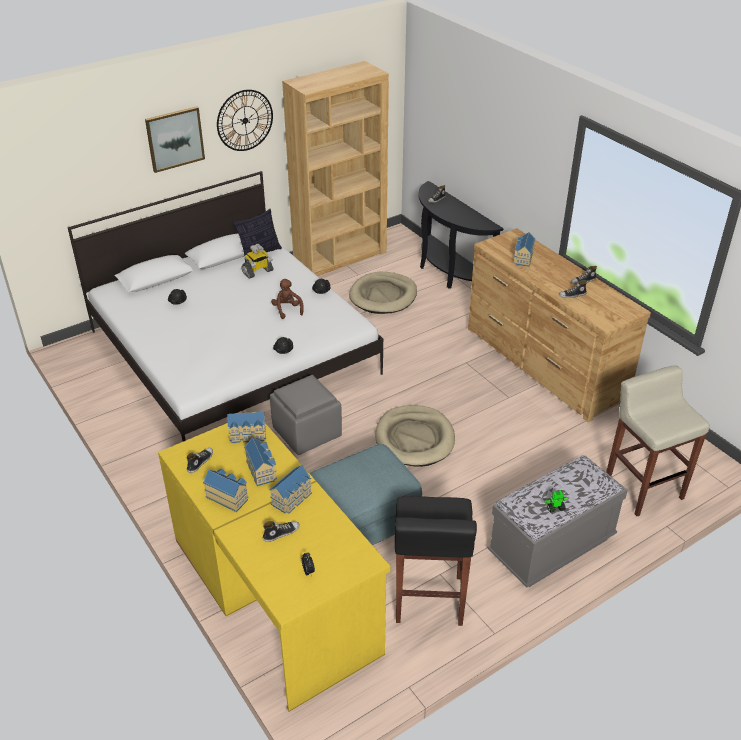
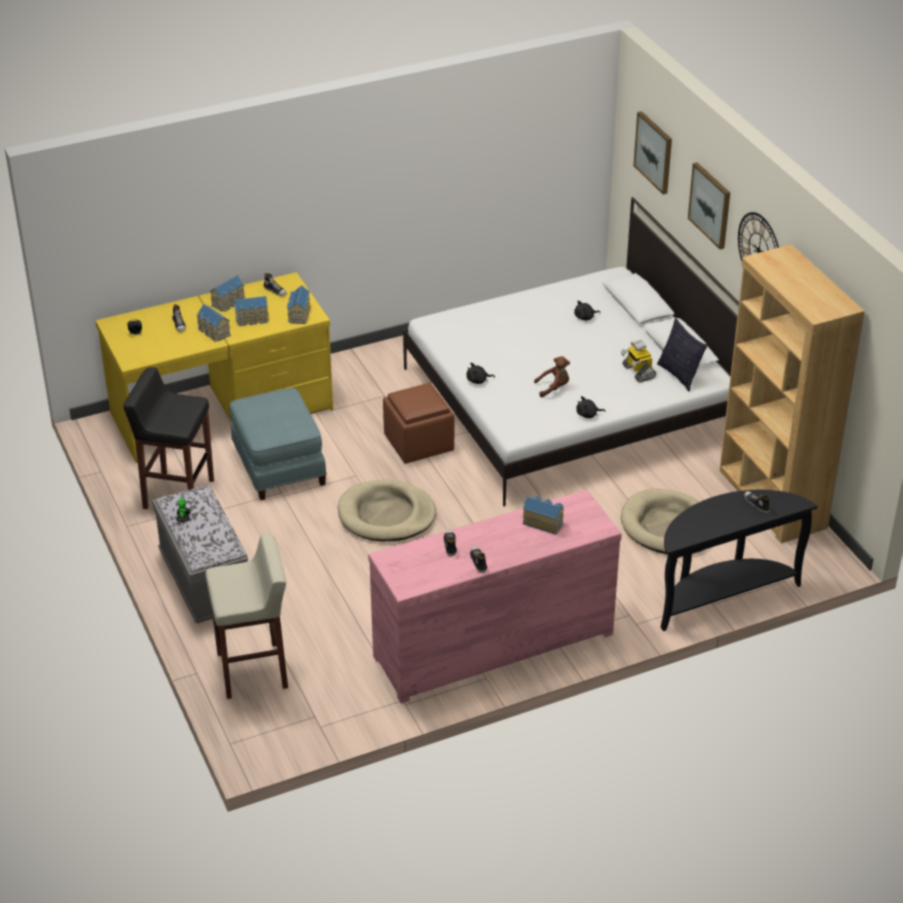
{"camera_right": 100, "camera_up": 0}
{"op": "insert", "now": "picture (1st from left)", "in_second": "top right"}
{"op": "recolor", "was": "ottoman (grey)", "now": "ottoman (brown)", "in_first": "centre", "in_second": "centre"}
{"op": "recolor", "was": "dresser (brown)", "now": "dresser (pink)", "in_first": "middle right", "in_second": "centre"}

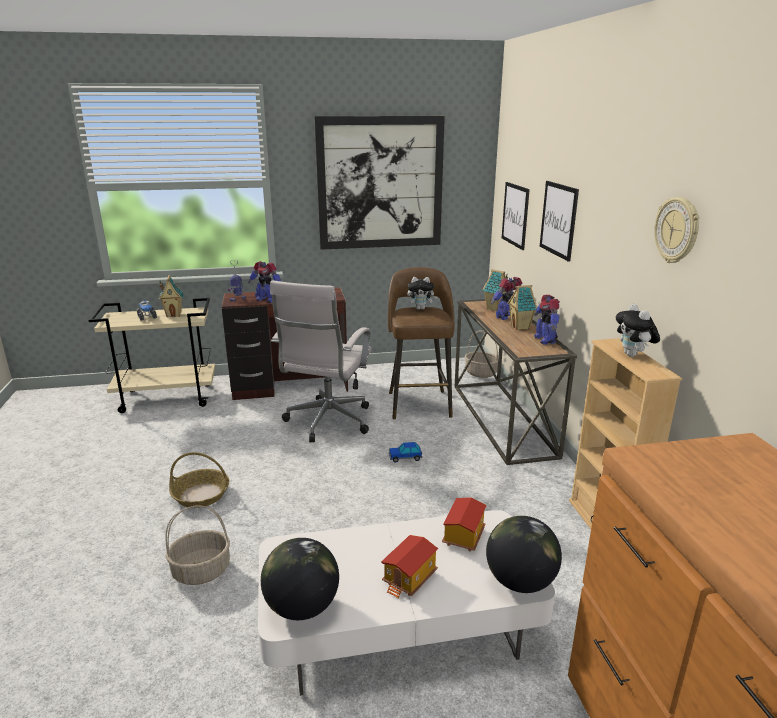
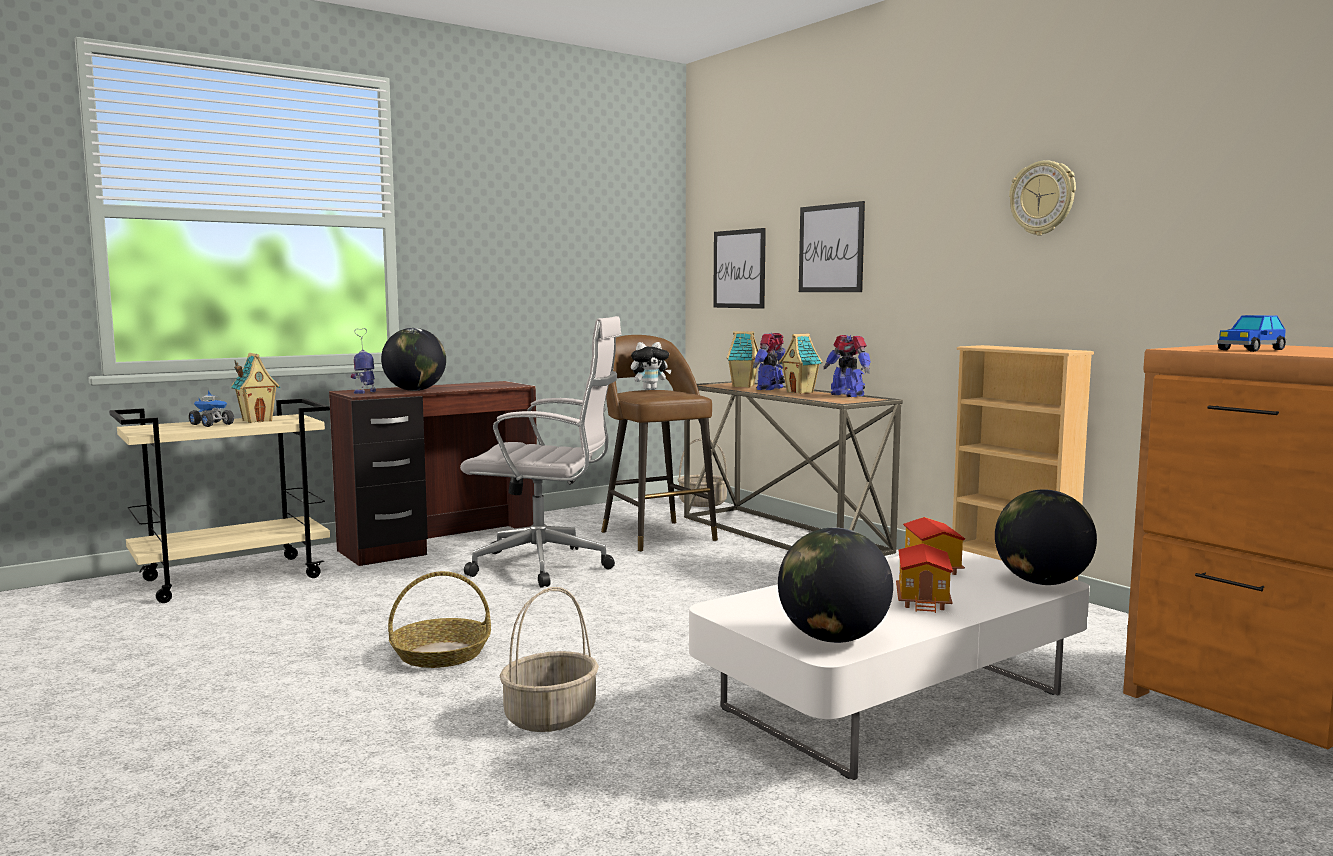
{"camera_right": -25, "camera_up": -15}
{"op": "delete", "was": "picture (1st from left)", "in_first": "top centre"}
{"op": "delete", "was": "plush toy (2nd from left)", "in_first": "middle right"}
{"op": "move", "was": "toy car", "in_first": "centre", "in_second": "middle right"}
{"op": "replace", "was": "toy robot (2nd from left)", "now": "globe (1st from left)", "in_first": "centre", "in_second": "middle left"}
{"op": "rotate", "was": "office chair (white)", "in_first": "centre", "in_second": "centre", "clockwise": -75}

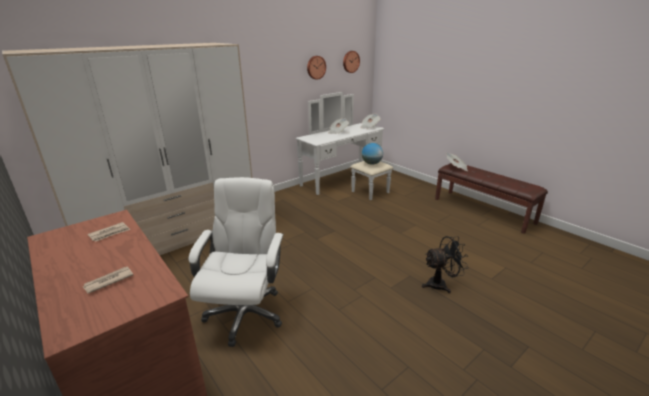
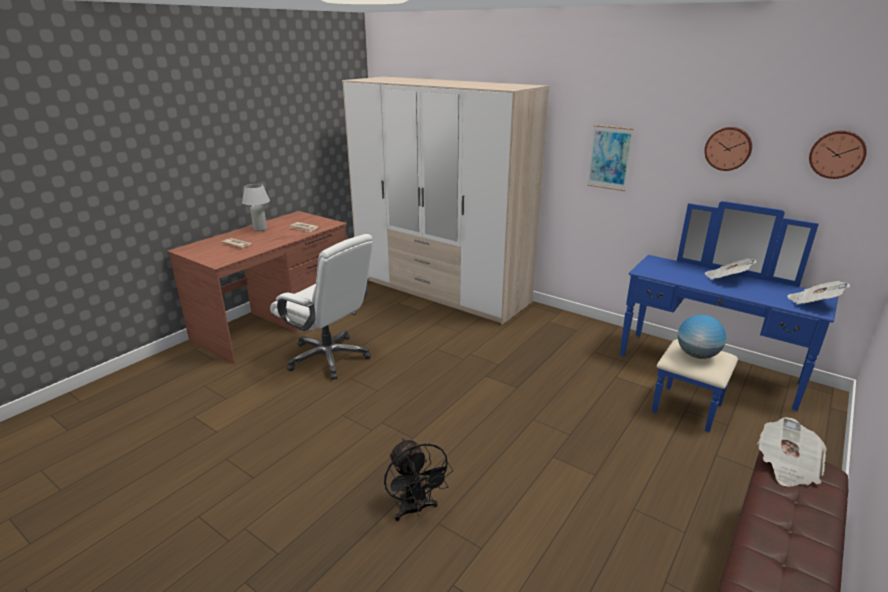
{"camera_right": 75, "camera_up": 0}
{"op": "insert", "now": "table lamp (white)", "in_second": "middle left"}
{"op": "insert", "now": "picture", "in_second": "top right"}
{"op": "recolor", "was": "dresser (white)", "now": "dresser (blue)", "in_first": "centre", "in_second": "middle right"}
{"op": "rotate", "was": "office chair (white)", "in_first": "centre", "in_second": "centre", "clockwise": 45}

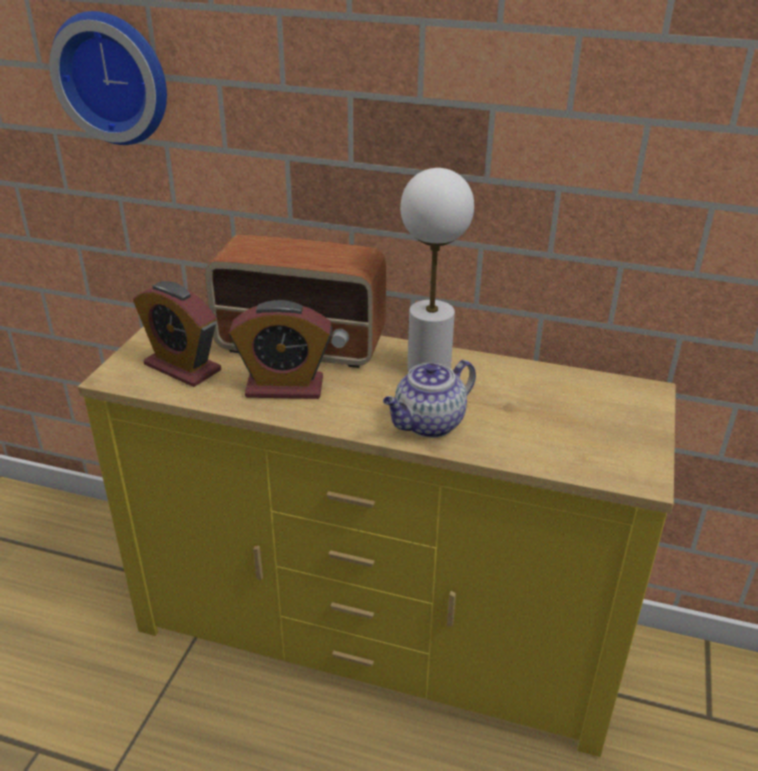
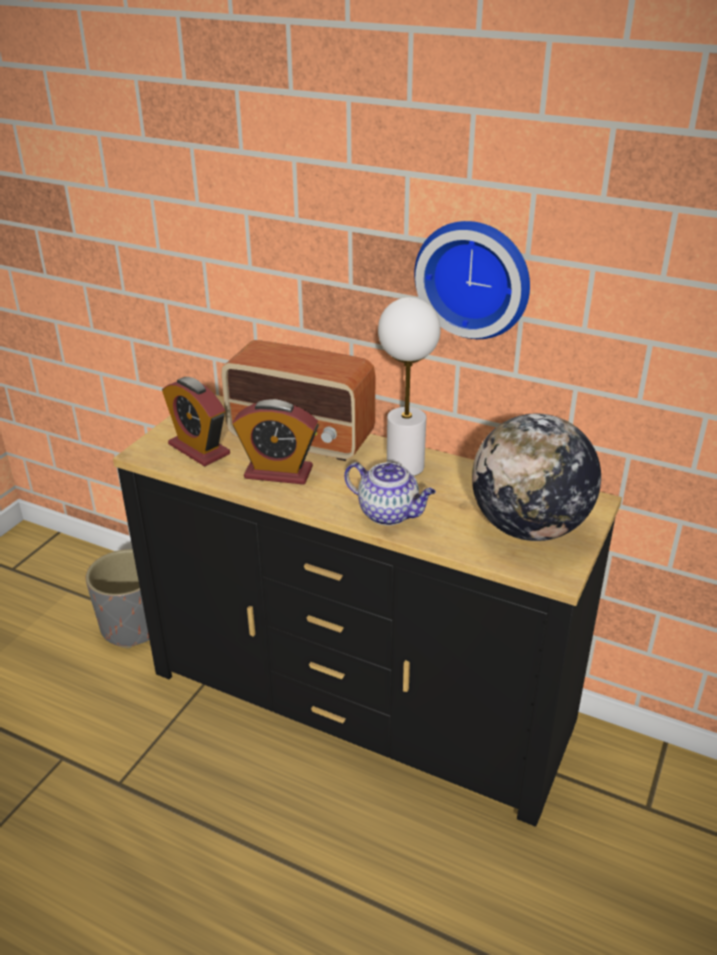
{"camera_right": 10, "camera_up": 0}
{"op": "insert", "now": "planter (grey)", "in_second": "middle left"}
{"op": "insert", "now": "globe", "in_second": "middle right"}
{"op": "move", "was": "wall clock", "in_first": "top left", "in_second": "top centre"}
{"op": "recolor", "was": "dresser (yellow)", "now": "dresser (black)", "in_first": "bottom centre", "in_second": "centre"}
{"op": "rotate", "was": "teapot", "in_first": "centre", "in_second": "centre", "clockwise": -120}

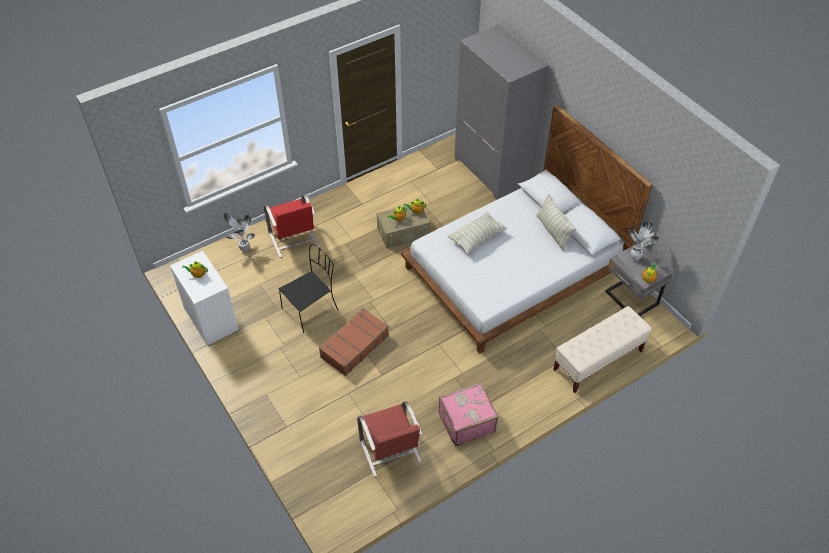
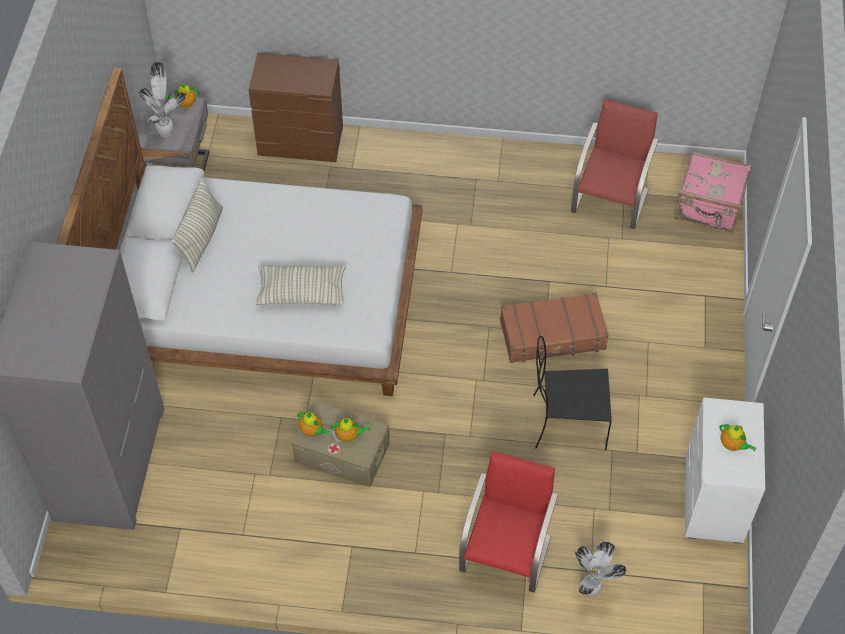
{"camera_right": -140, "camera_up": 5}
{"op": "move", "was": "suitcase (pink)", "in_first": "bottom centre", "in_second": "top right"}
{"op": "replace", "was": "bench (beige)", "now": "dresser (brown)", "in_first": "middle right", "in_second": "top centre"}

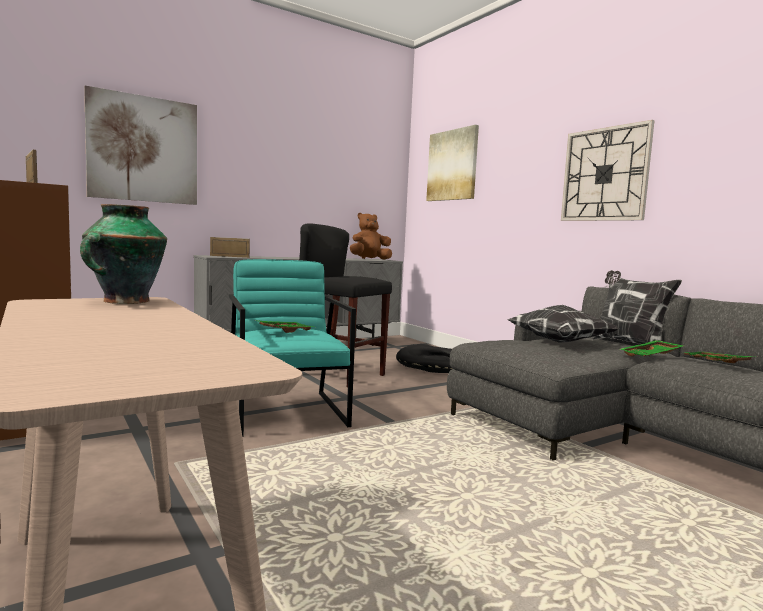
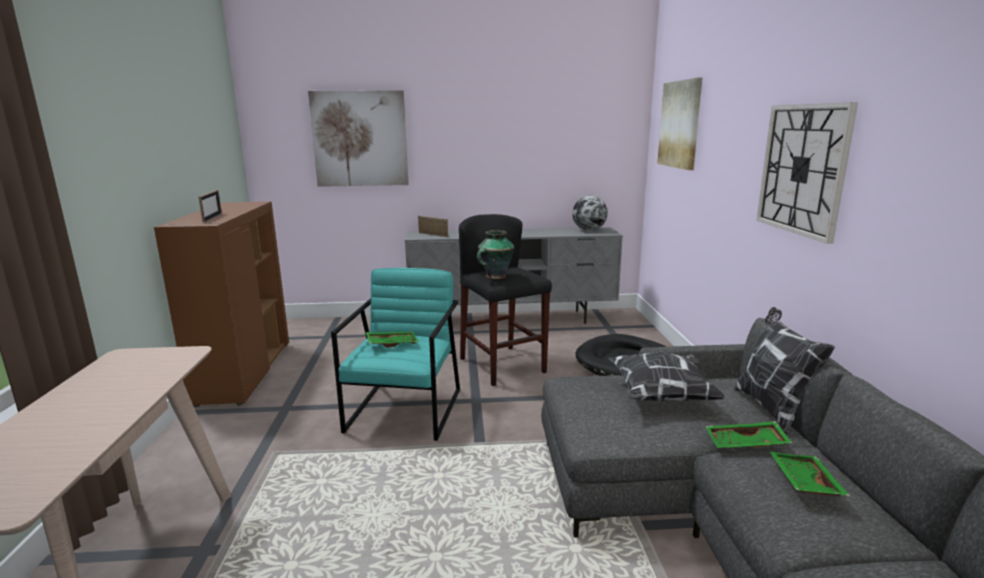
{"camera_right": 30, "camera_up": 10}
{"op": "move", "was": "vase", "in_first": "middle left", "in_second": "centre"}
{"op": "replace", "was": "plush toy (brown)", "now": "globe", "in_first": "centre", "in_second": "centre"}

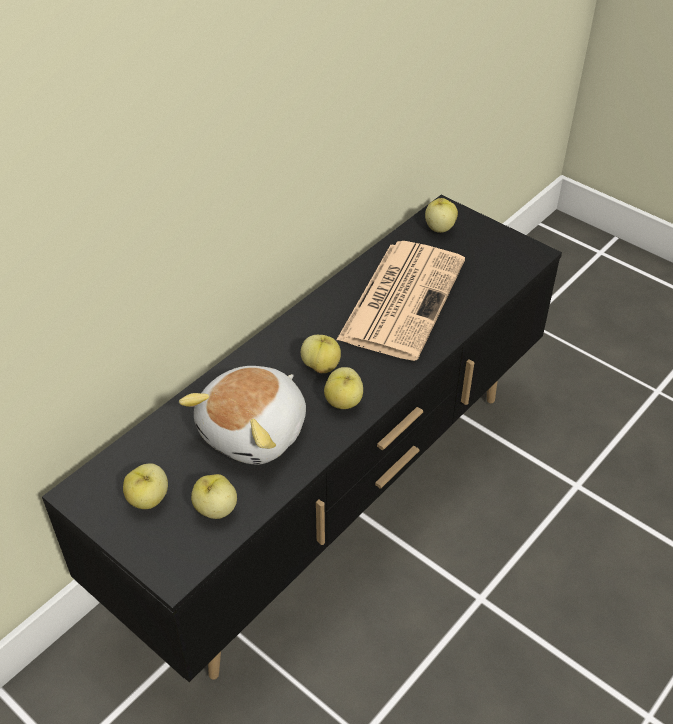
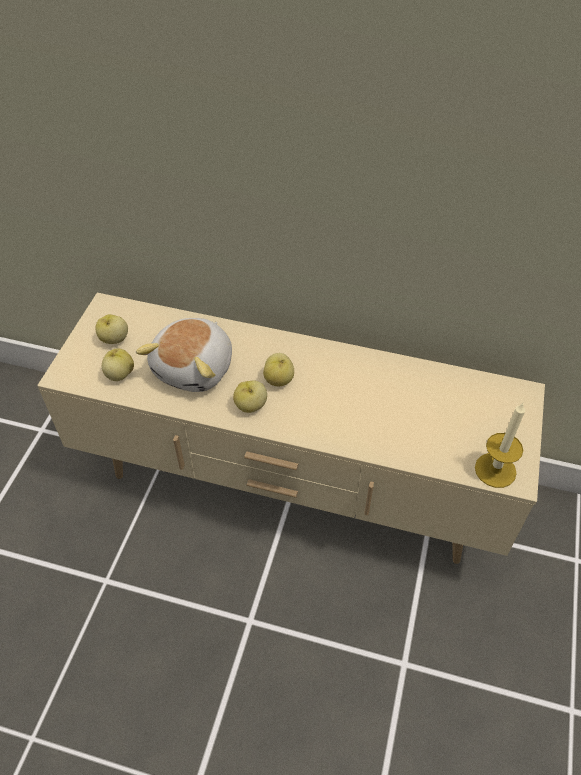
{"camera_right": 65, "camera_up": 5}
{"op": "delete", "was": "newspaper", "in_first": "centre"}
{"op": "delete", "was": "apple (5th from left)", "in_first": "top centre"}
{"op": "insert", "now": "candle", "in_second": "middle right"}
{"op": "recolor", "was": "tv stand (black)", "now": "tv stand (beige)", "in_first": "centre", "in_second": "centre"}
{"op": "rotate", "was": "plush toy", "in_first": "centre", "in_second": "middle left", "clockwise": -75}

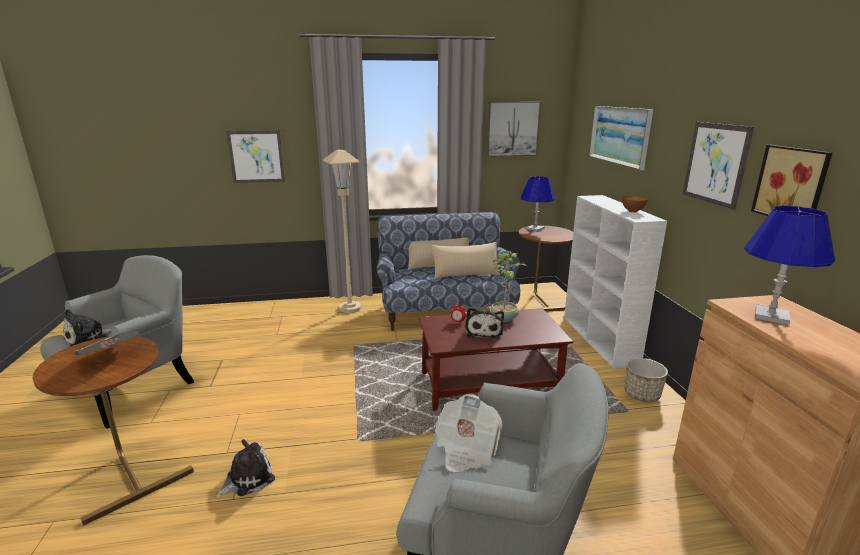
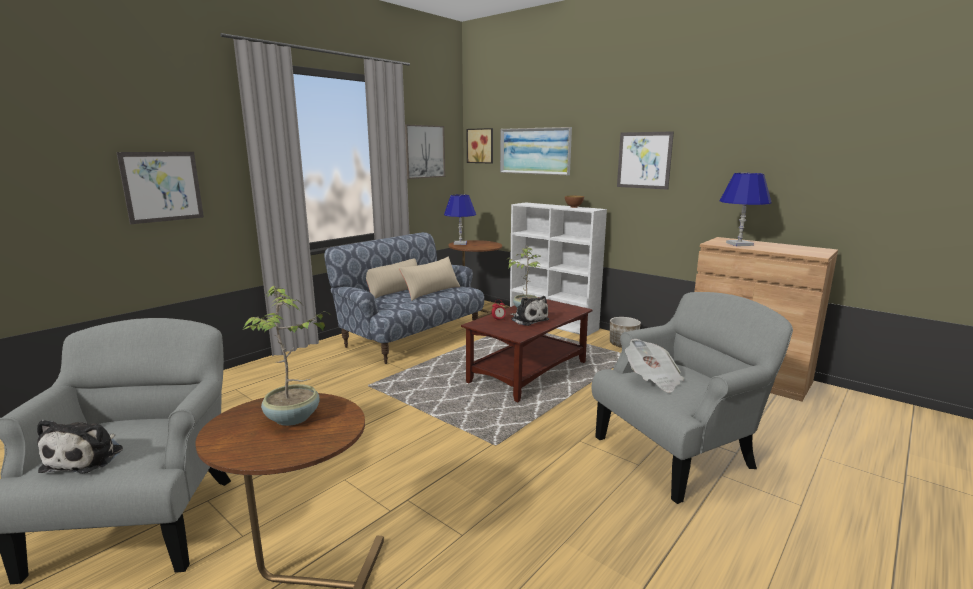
{"camera_right": -40, "camera_up": -5}
{"op": "delete", "was": "plush toy (2nd from left)", "in_first": "bottom left"}
{"op": "delete", "was": "floor lamp (beige)", "in_first": "centre"}
{"op": "move", "was": "picture (5th from left in the first image)", "now": "picture (3rd from left)", "in_first": "top right", "in_second": "top centre"}
{"op": "replace", "was": "newspaper (1st from left)", "now": "potted plant (1st from left)", "in_first": "middle left", "in_second": "middle left"}

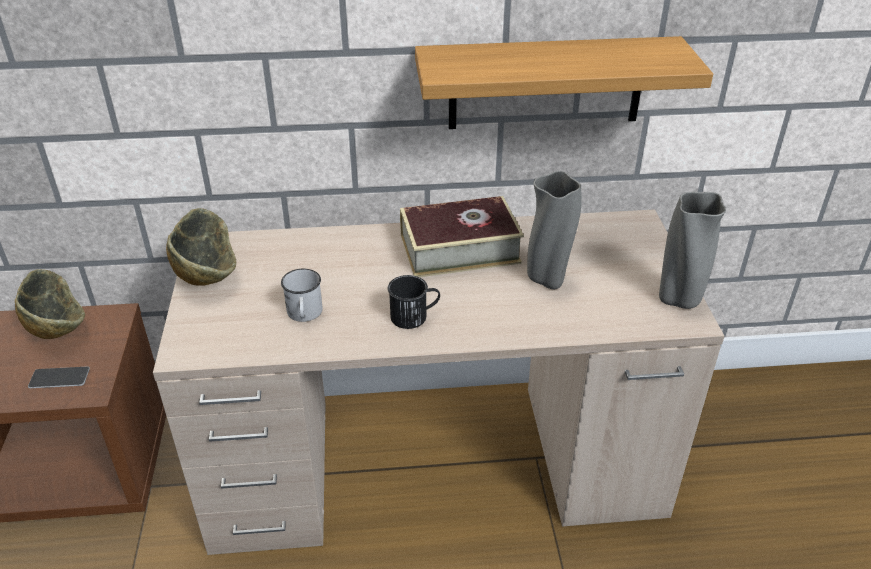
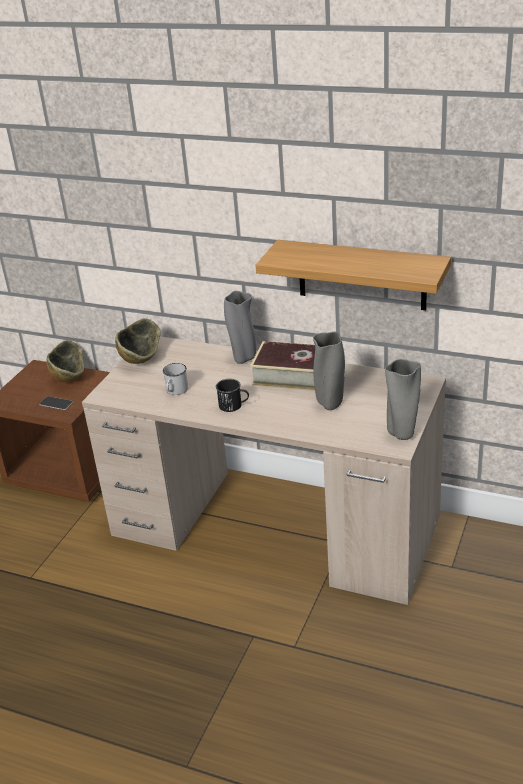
{"camera_right": 30, "camera_up": -5}
{"op": "insert", "now": "vase (grey) (1st from left)", "in_second": "centre"}

